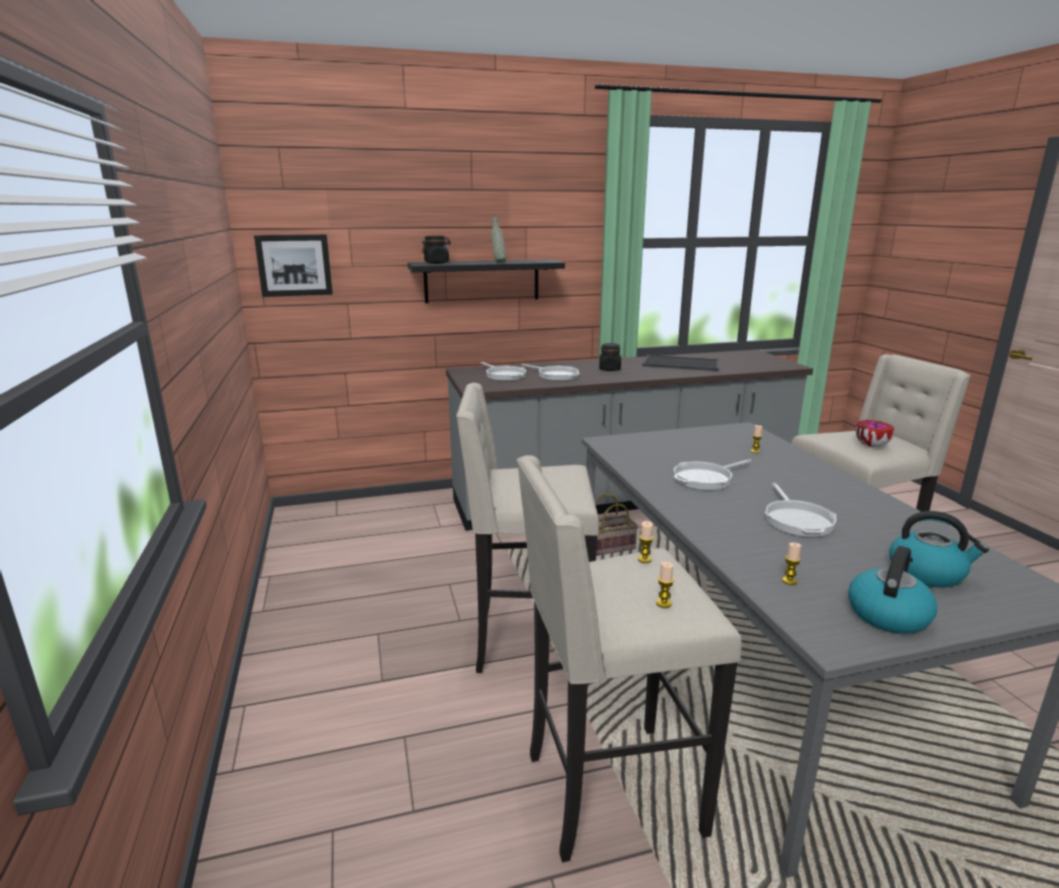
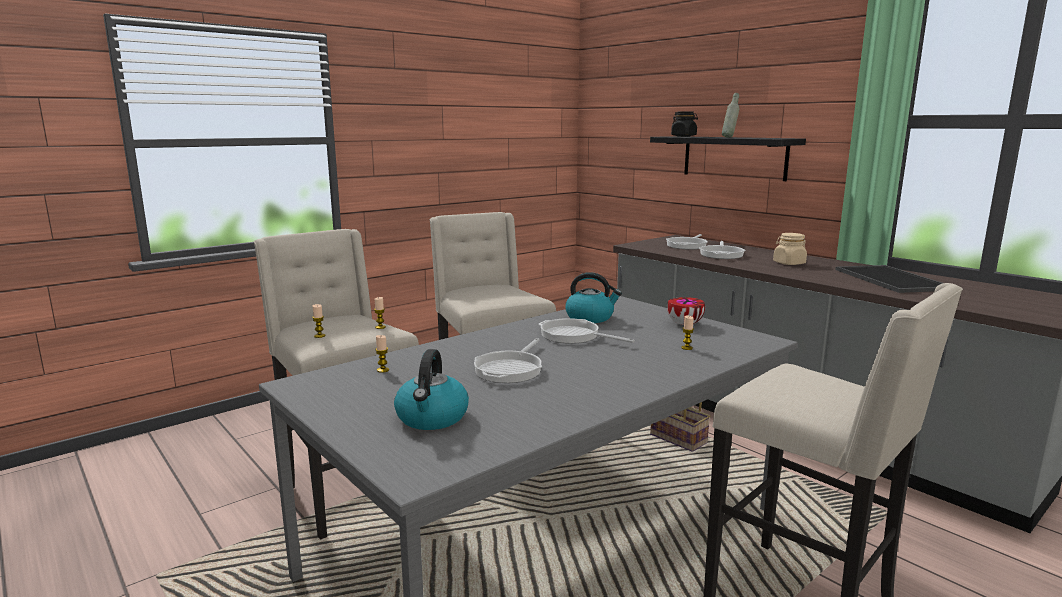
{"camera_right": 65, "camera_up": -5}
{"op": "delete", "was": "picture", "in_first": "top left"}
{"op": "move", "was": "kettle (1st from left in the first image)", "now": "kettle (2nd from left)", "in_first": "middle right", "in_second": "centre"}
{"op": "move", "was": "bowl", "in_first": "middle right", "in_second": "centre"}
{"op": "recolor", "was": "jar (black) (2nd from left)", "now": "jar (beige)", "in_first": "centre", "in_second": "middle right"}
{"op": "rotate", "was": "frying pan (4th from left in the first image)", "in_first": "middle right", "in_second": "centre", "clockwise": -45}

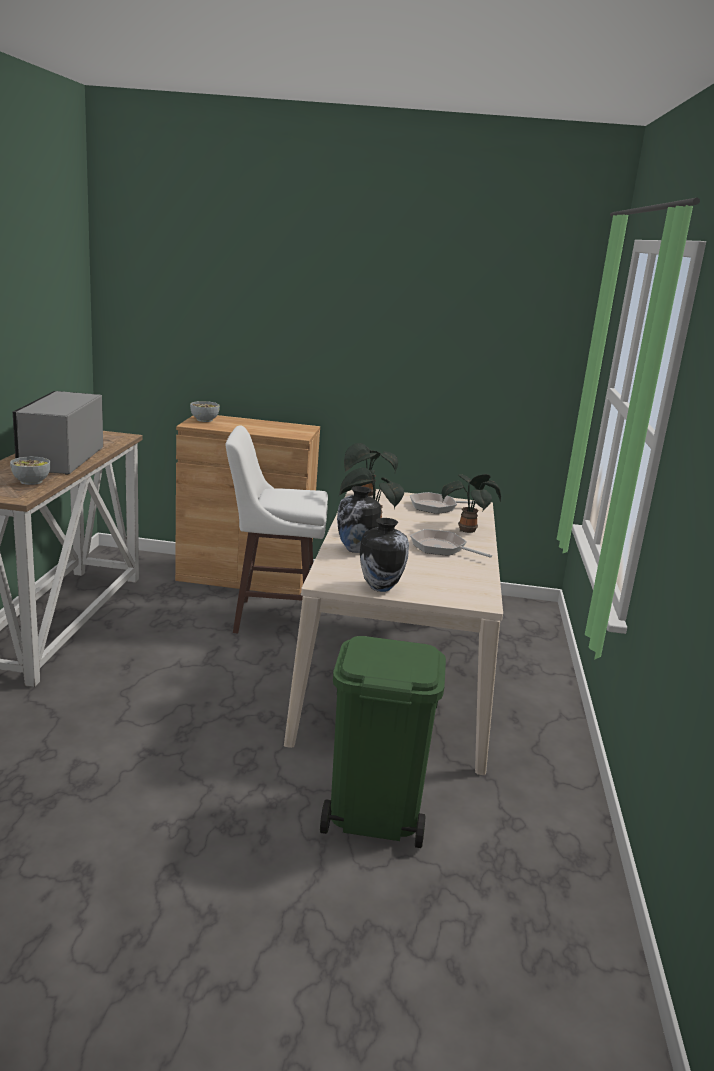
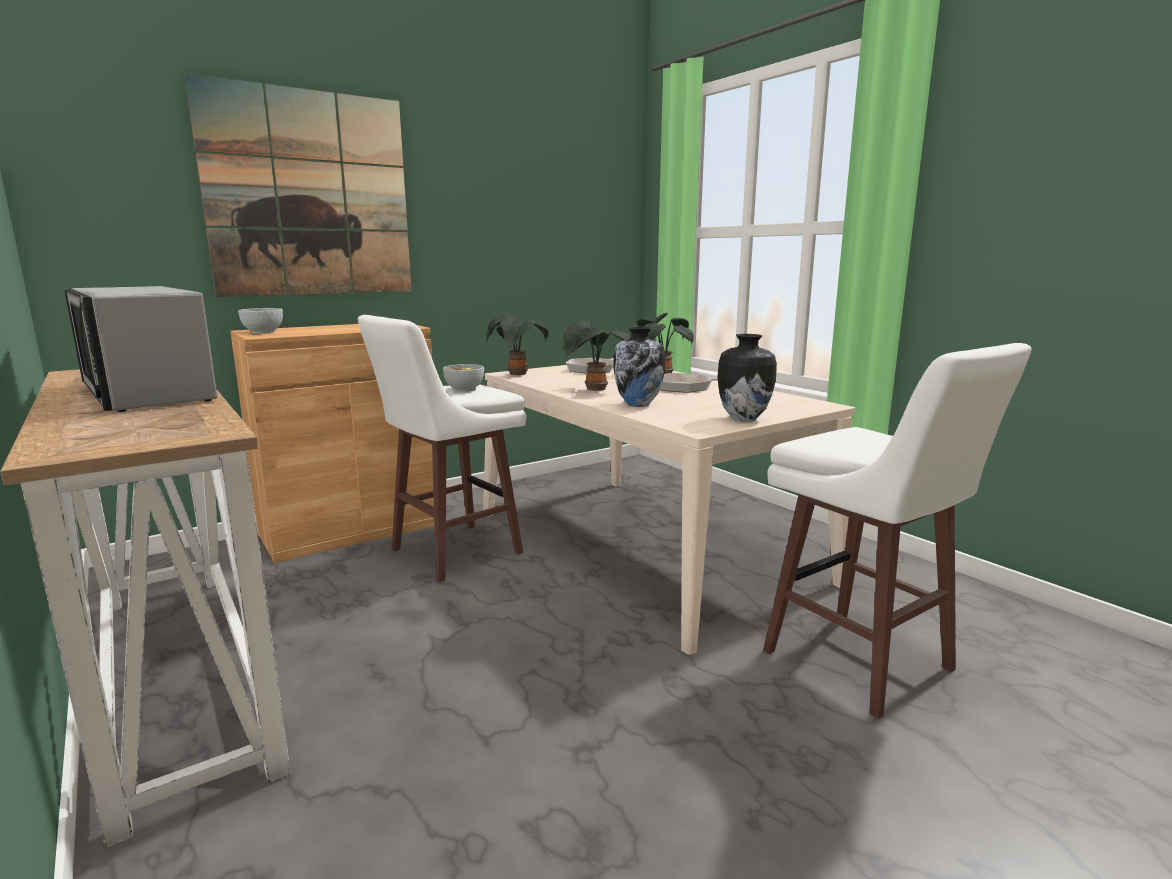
{"camera_right": -40, "camera_up": -5}
{"op": "insert", "now": "picture", "in_second": "top left"}
{"op": "move", "was": "bowl (1st from left in the first image)", "now": "bowl (2nd from left)", "in_first": "middle left", "in_second": "centre"}
{"op": "replace", "was": "trash can (green)", "now": "stool (white) (2nd from left)", "in_first": "bottom centre", "in_second": "middle right"}

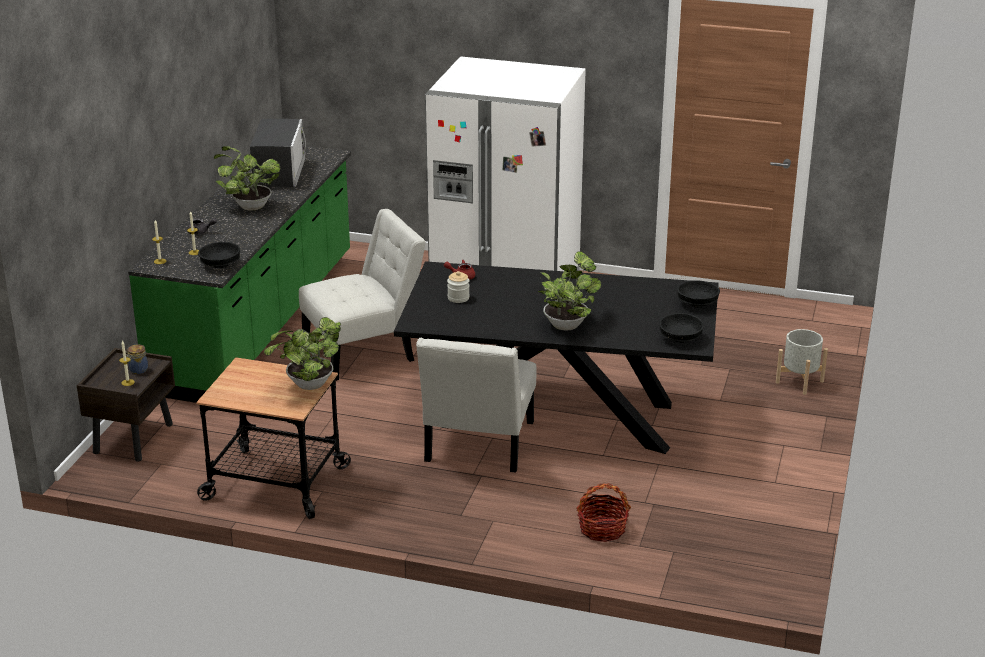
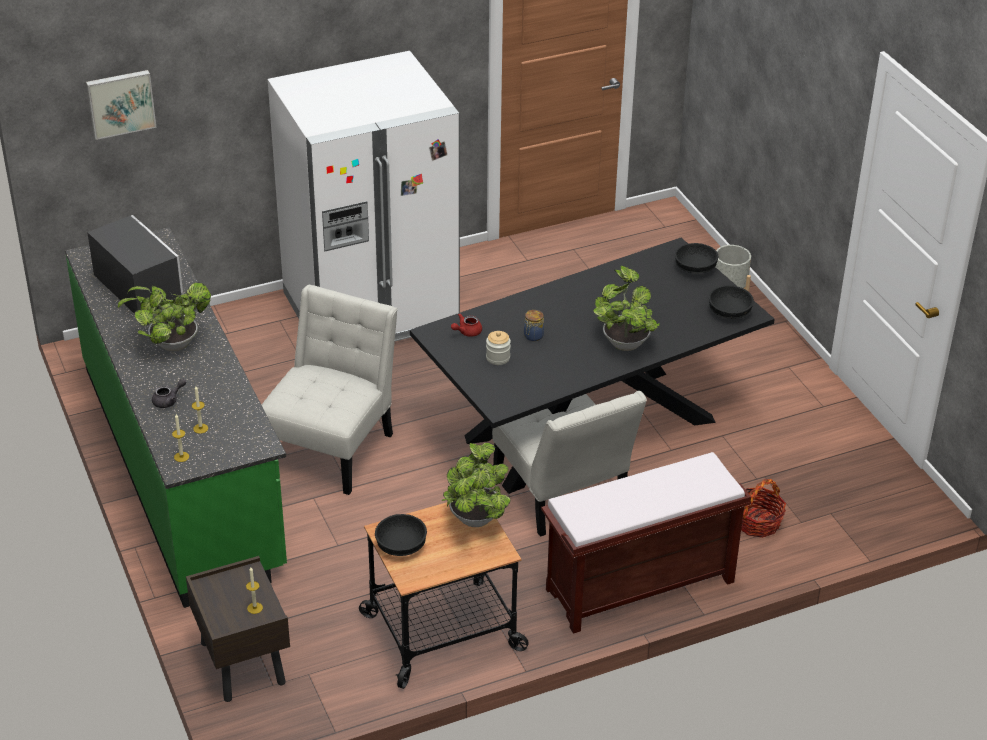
{"camera_right": -40, "camera_up": 10}
{"op": "insert", "now": "picture", "in_second": "top left"}
{"op": "insert", "now": "bench (brown)", "in_second": "bottom centre"}
{"op": "move", "was": "jar (1st from left in the first image)", "now": "jar (2nd from left)", "in_first": "middle left", "in_second": "centre"}
{"op": "move", "was": "bowl (black) (1st from left)", "in_first": "middle left", "in_second": "bottom centre"}

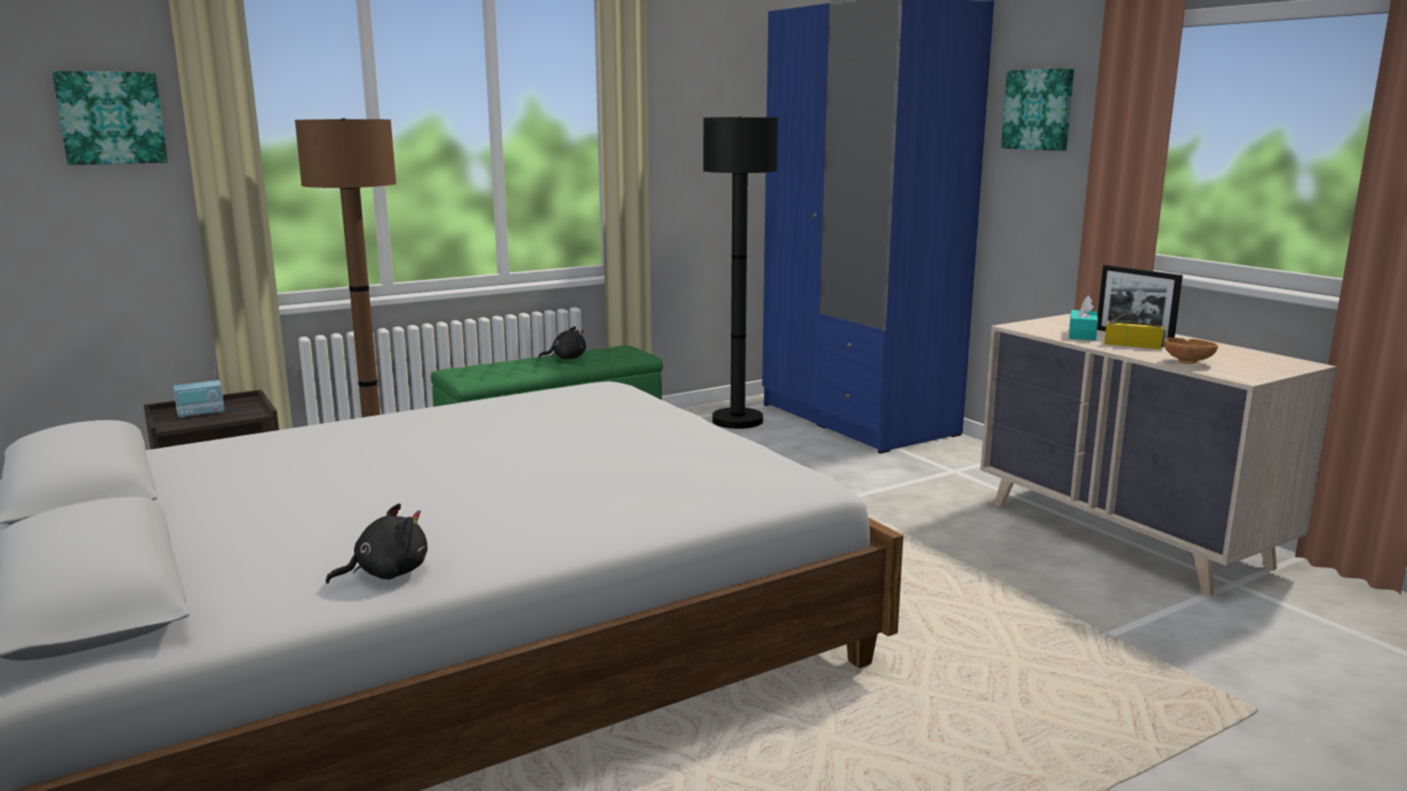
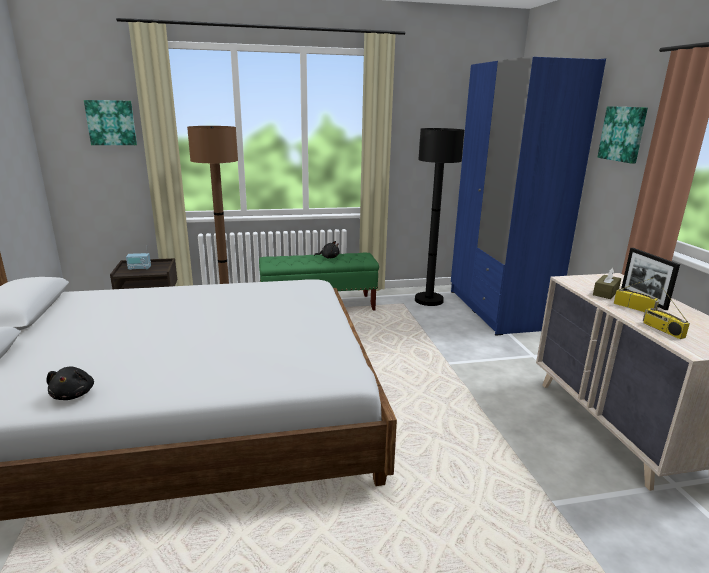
{"camera_right": 20, "camera_up": 5}
{"op": "replace", "was": "bowl (brown)", "now": "radio (3rd from left)", "in_first": "middle right", "in_second": "middle right"}
{"op": "recolor", "was": "tissue box (turquoise)", "now": "tissue box (brown)", "in_first": "middle right", "in_second": "middle right"}
{"op": "rotate", "was": "plush toy (black) (1st from left)", "in_first": "bottom left", "in_second": "bottom left", "clockwise": 90}

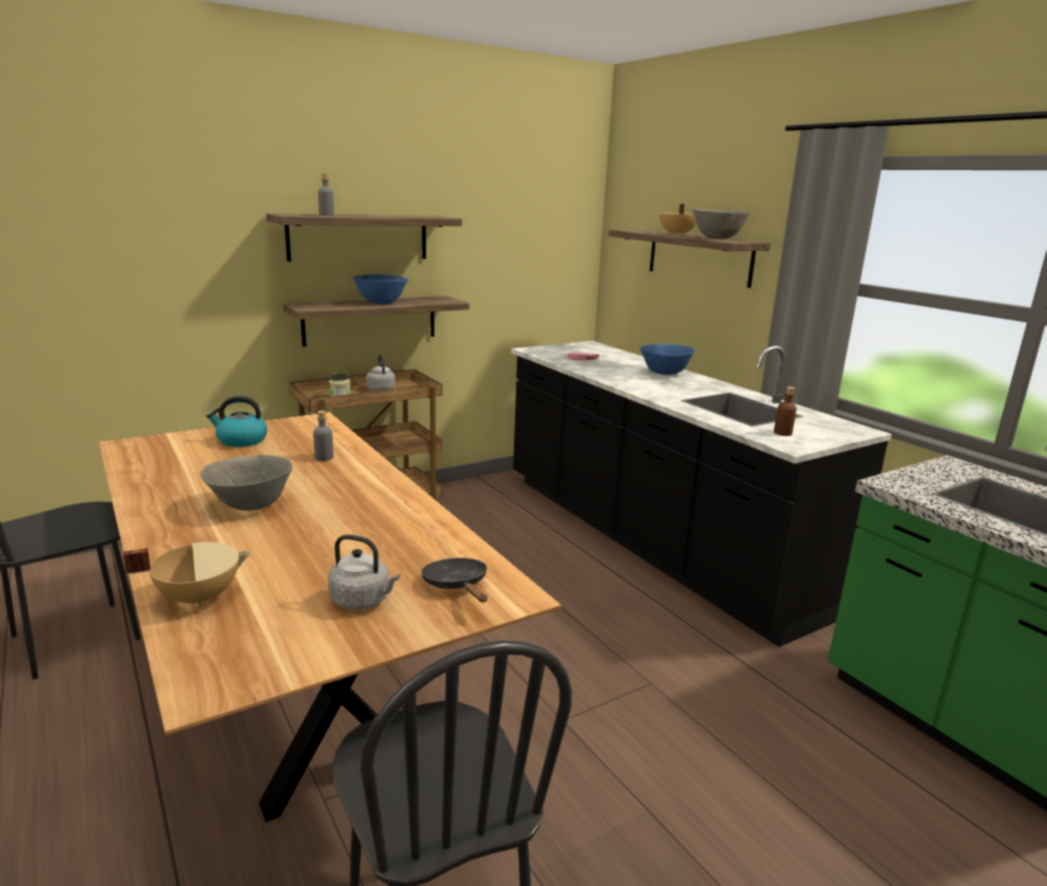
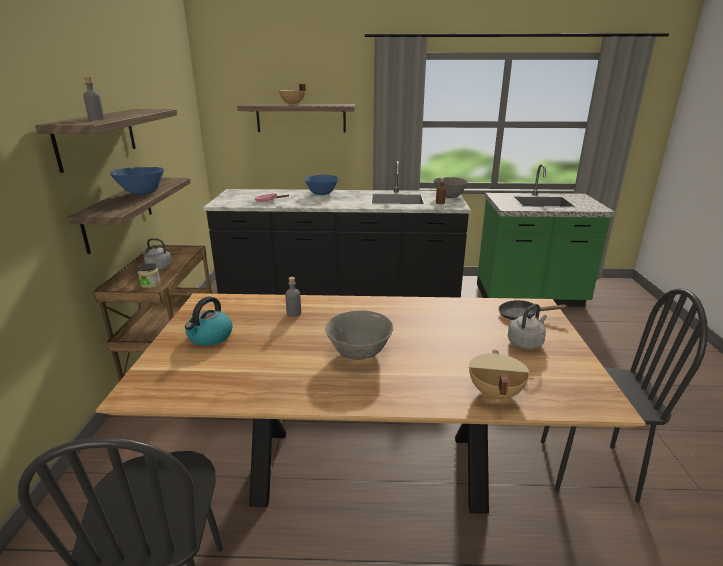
{"camera_right": -55, "camera_up": 5}
{"op": "move", "was": "bowl (grey) (2nd from left)", "in_first": "top right", "in_second": "top centre"}

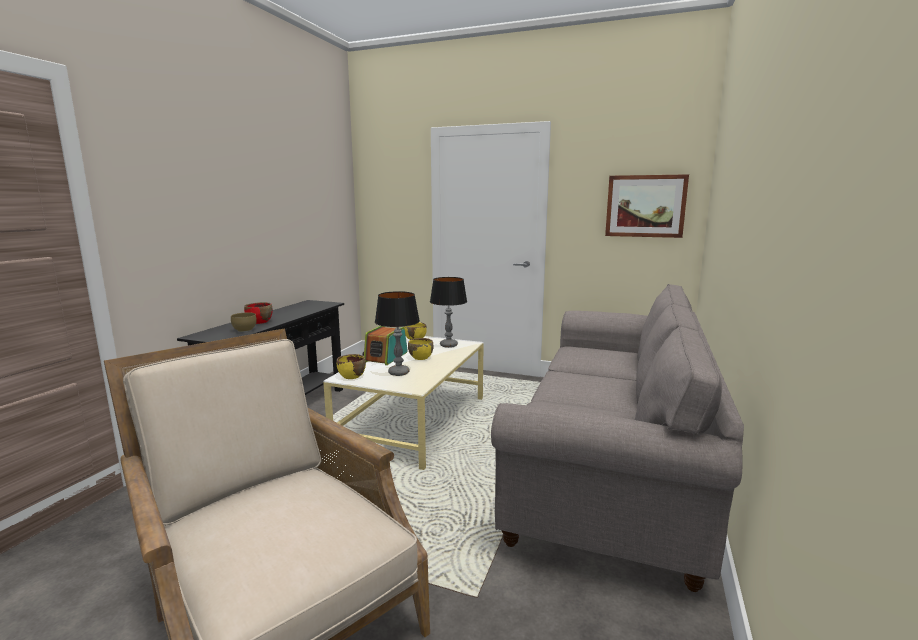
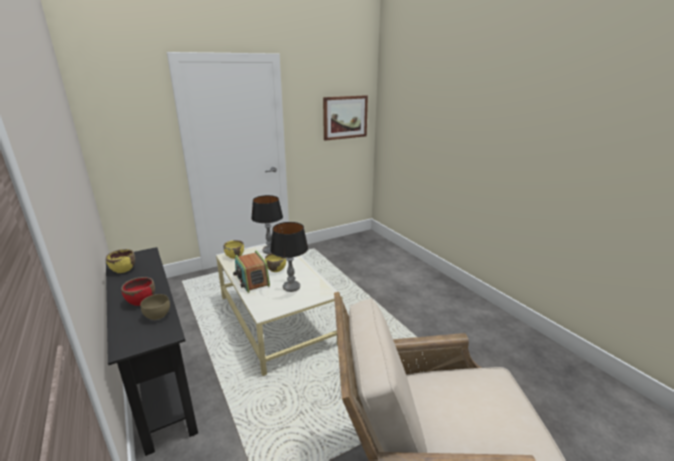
{"camera_right": -50, "camera_up": 10}
{"op": "delete", "was": "sofa (grey)", "in_first": "bottom right"}
{"op": "move", "was": "bowl (yellow) (1st from left)", "in_first": "centre", "in_second": "middle left"}

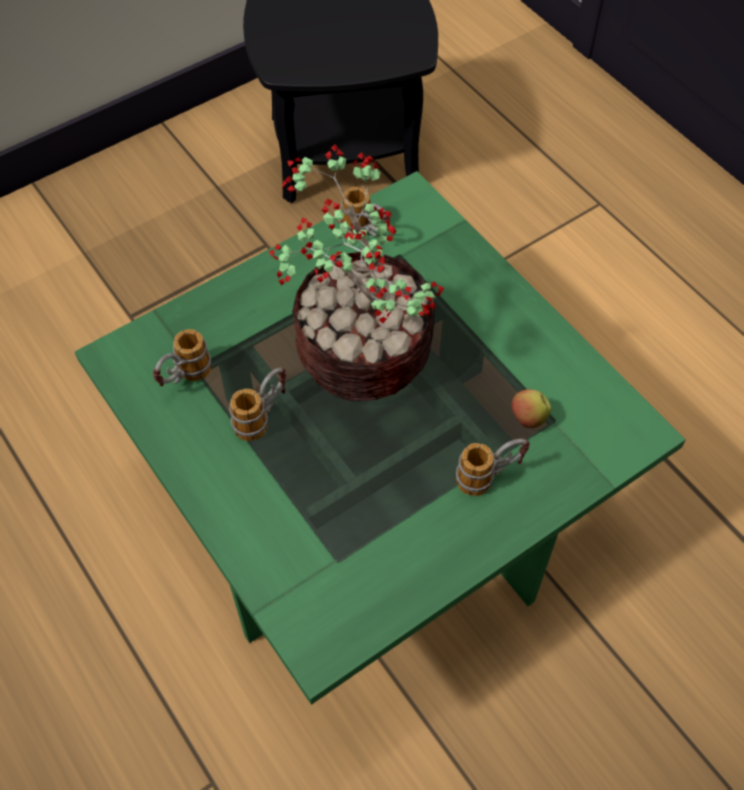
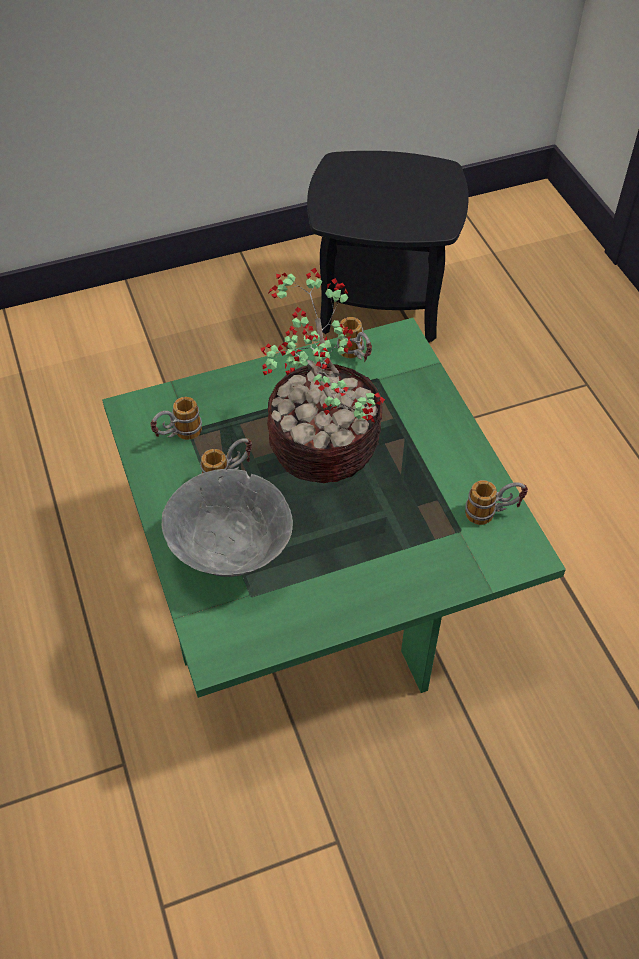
{"camera_right": 15, "camera_up": -5}
{"op": "delete", "was": "apple", "in_first": "middle right"}
{"op": "insert", "now": "bowl (grey)", "in_second": "centre"}
{"op": "move", "was": "mug (4th from left)", "in_first": "centre", "in_second": "middle right"}

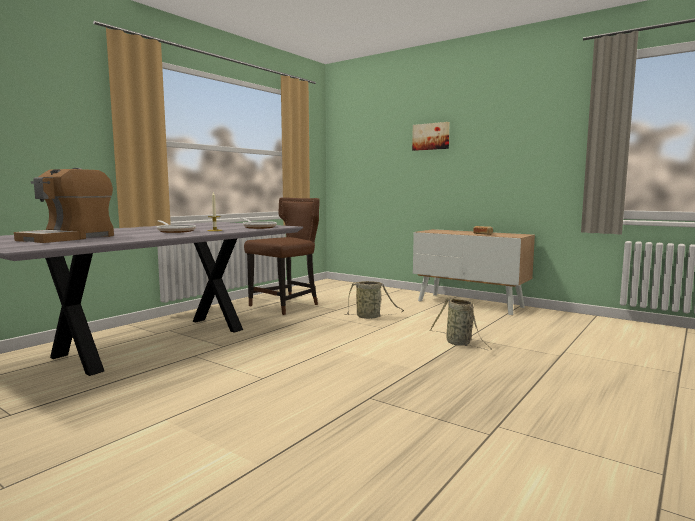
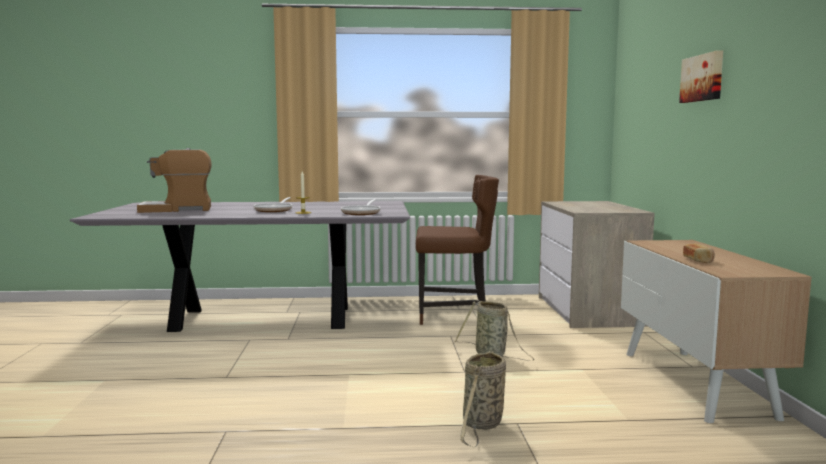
{"camera_right": 50, "camera_up": 0}
{"op": "insert", "now": "dresser", "in_second": "middle right"}

